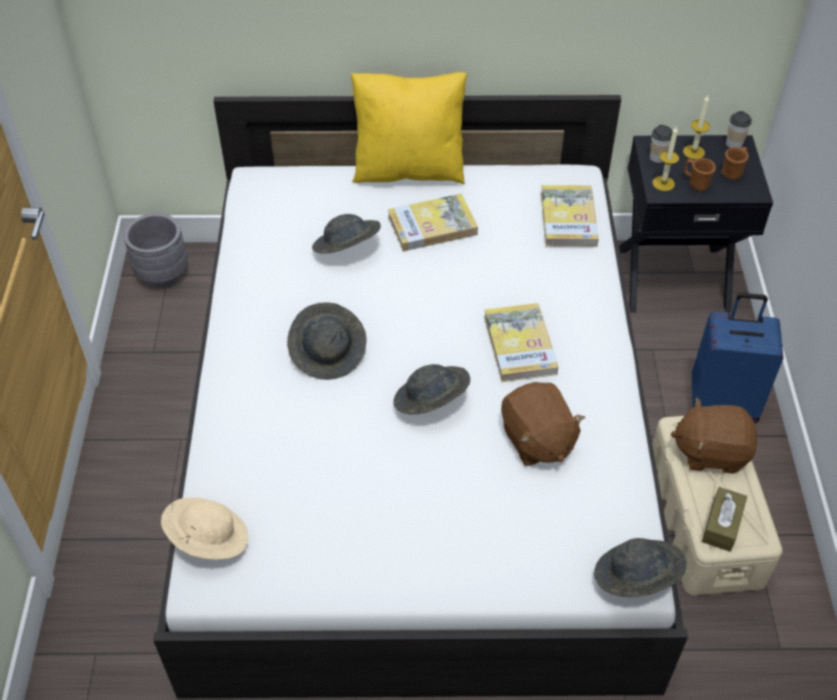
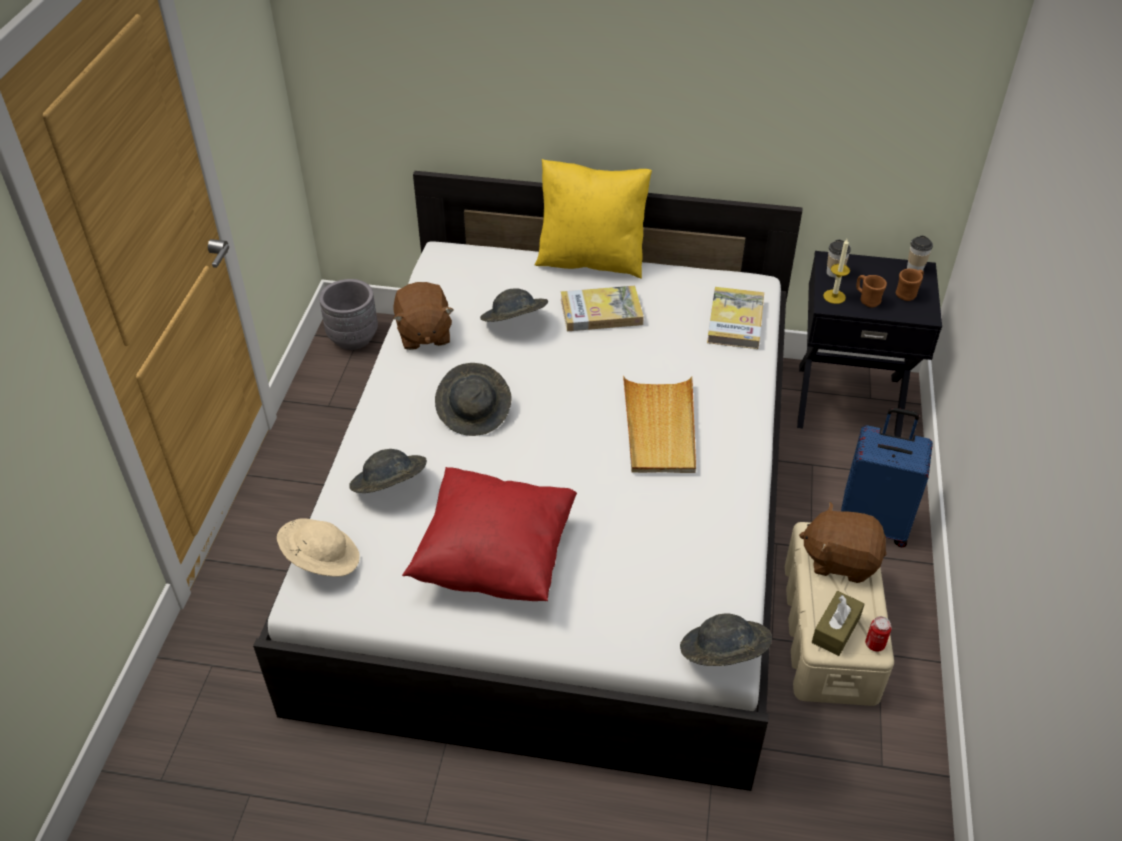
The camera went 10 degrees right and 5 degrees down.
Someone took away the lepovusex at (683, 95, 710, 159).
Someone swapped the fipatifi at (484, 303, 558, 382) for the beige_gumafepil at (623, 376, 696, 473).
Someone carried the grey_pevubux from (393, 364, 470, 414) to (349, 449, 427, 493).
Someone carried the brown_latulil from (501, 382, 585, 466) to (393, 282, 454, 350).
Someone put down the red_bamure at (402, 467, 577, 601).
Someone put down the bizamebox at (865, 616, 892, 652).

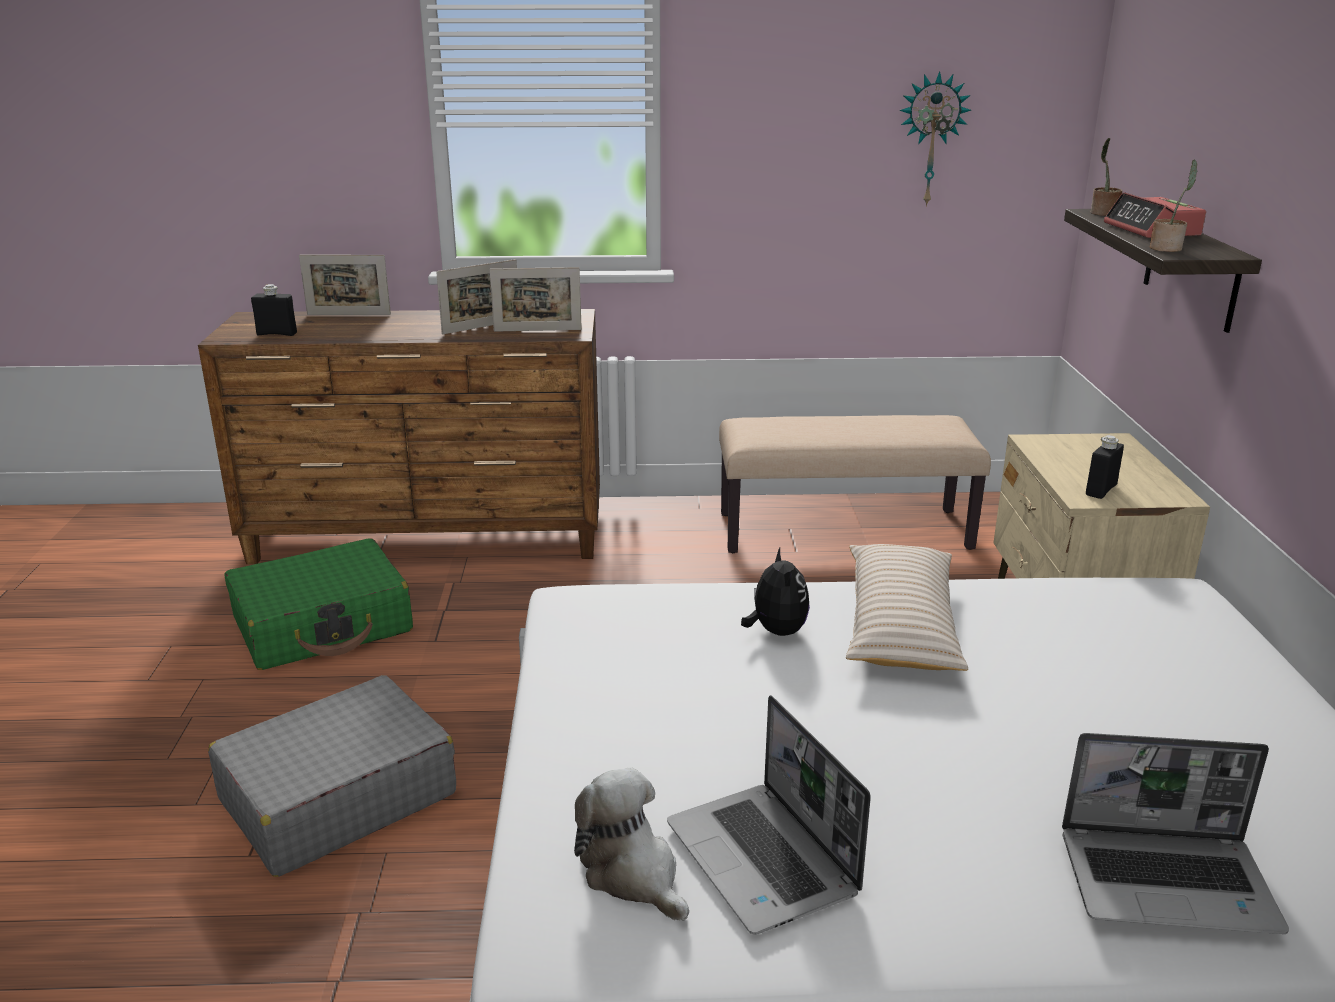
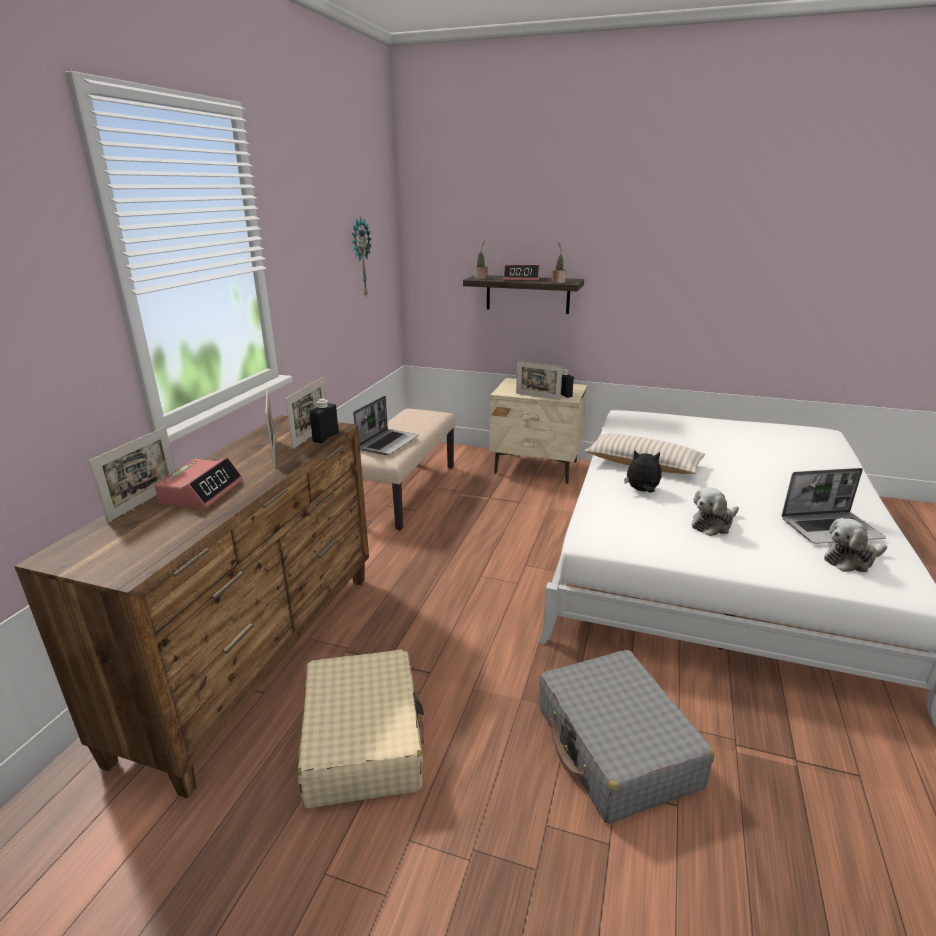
The camera went 70 degrees left and 0 degrees up.
Someone carried the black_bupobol from (251, 284, 297, 336) to (309, 399, 339, 443).
Someone repainted the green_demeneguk at (225, 538, 413, 670), which became the beige_demeneguk at (297, 649, 424, 808).
Someone carried the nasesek from (1062, 733, 1289, 934) to (353, 396, 418, 455).
Someone put down the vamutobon at (516, 361, 563, 400).
Someone put down the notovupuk at (154, 457, 243, 509).
Someone put down the latulil at (691, 488, 739, 536).

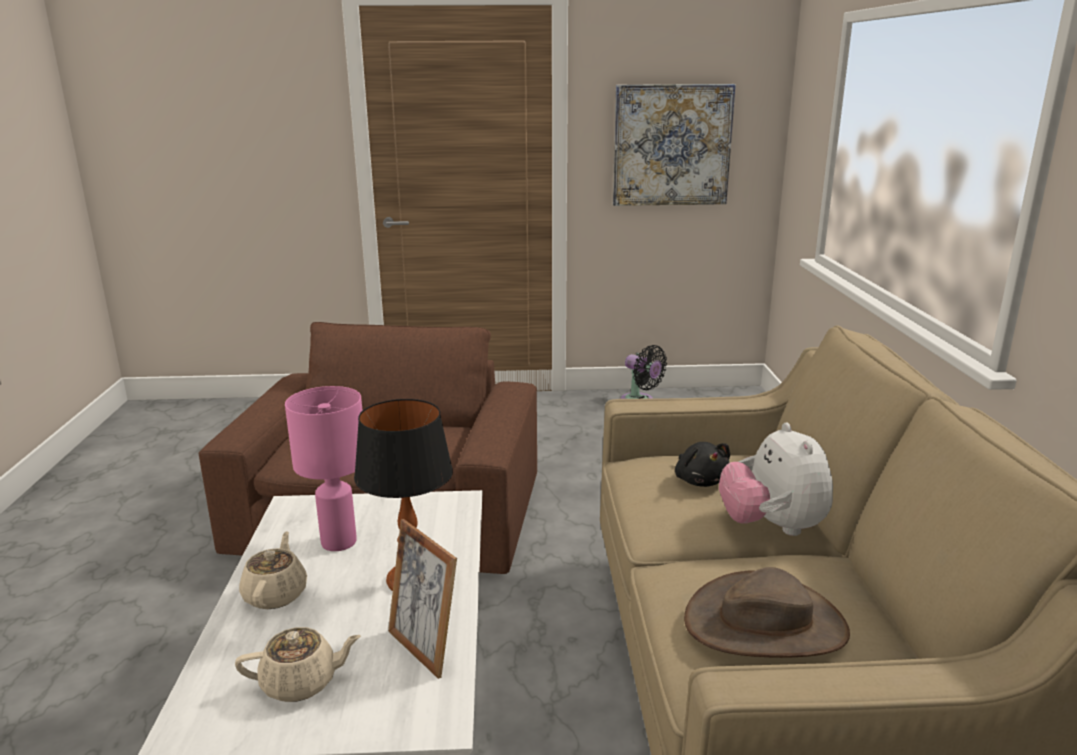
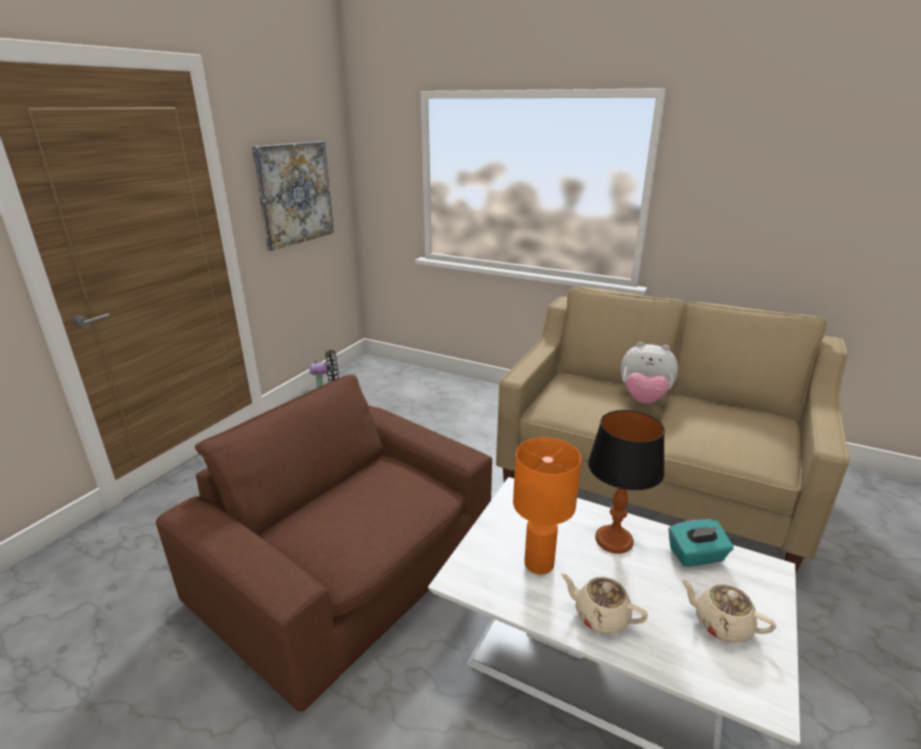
The camera went 60 degrees left and 5 degrees up.
Someone repainted the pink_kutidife at (285, 386, 363, 551), which became the orange_kutidife at (513, 437, 581, 575).
Someone took away the black_latulil at (675, 442, 730, 487).
Someone swapped the vamutobon at (388, 519, 457, 679) for the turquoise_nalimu at (669, 519, 734, 567).
Someone took away the brown_pevubux at (684, 567, 850, 658).
Someone rotated the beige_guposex at (235, 627, 361, 702) by 75 degrees counterclockwise.

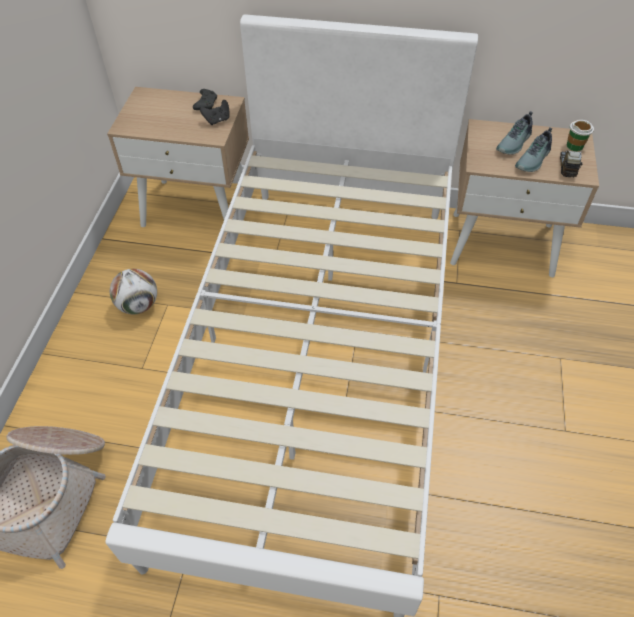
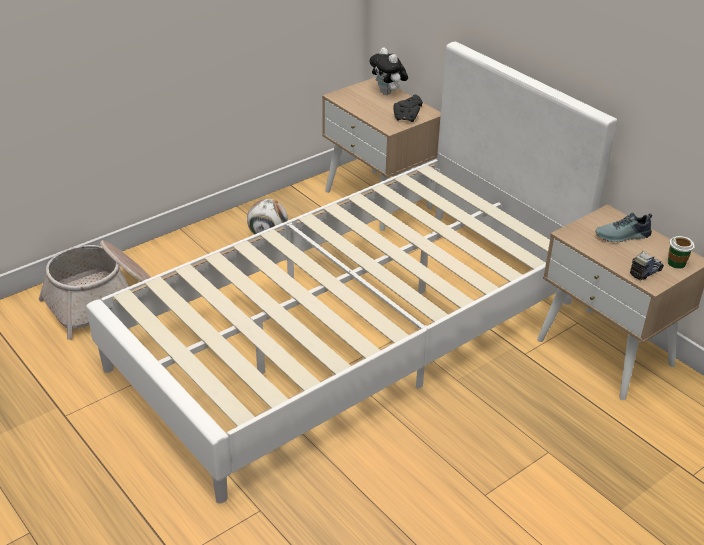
The camera went 40 degrees right and 15 degrees down.
Someone took away the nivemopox at (515, 127, 552, 172).
Someone put down the latulil at (369, 48, 408, 95).

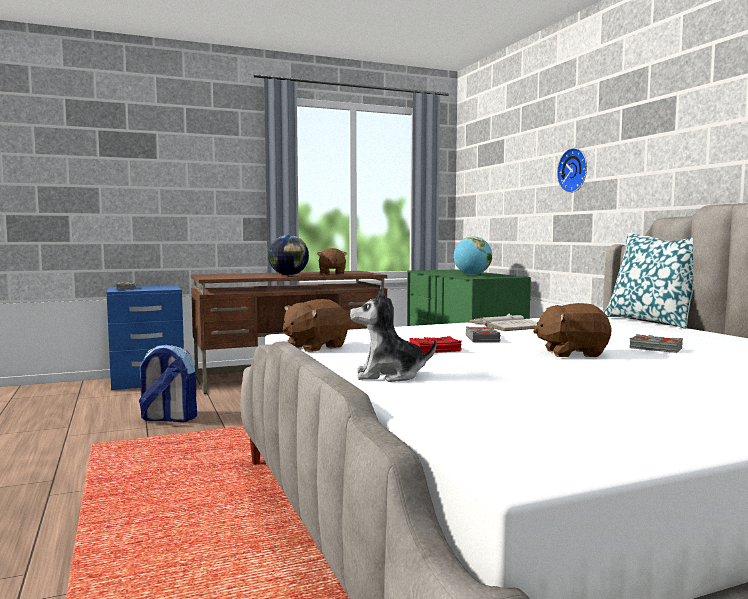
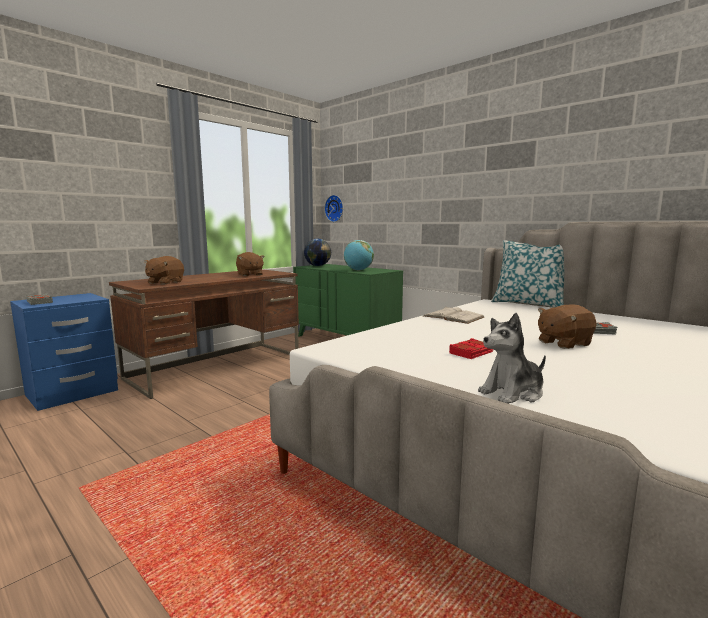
The camera went 25 degrees left and 5 degrees up.
Someone carried the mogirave from (557, 148, 587, 193) to (324, 195, 343, 222).
Someone carried the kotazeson from (268, 235, 309, 275) to (304, 238, 331, 266).
Someone carried the brown_latulil from (283, 299, 349, 352) to (144, 256, 184, 285).
Someone took away the grey_fipatifi at (466, 326, 501, 342).
Someone took away the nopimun at (139, 345, 197, 422).

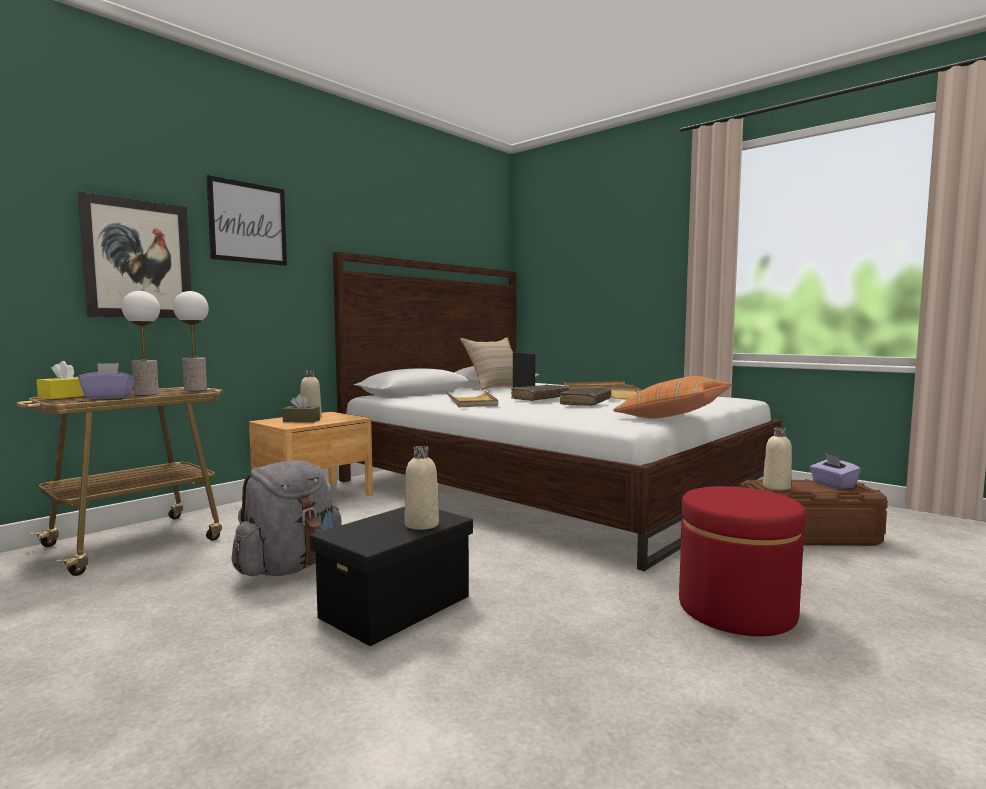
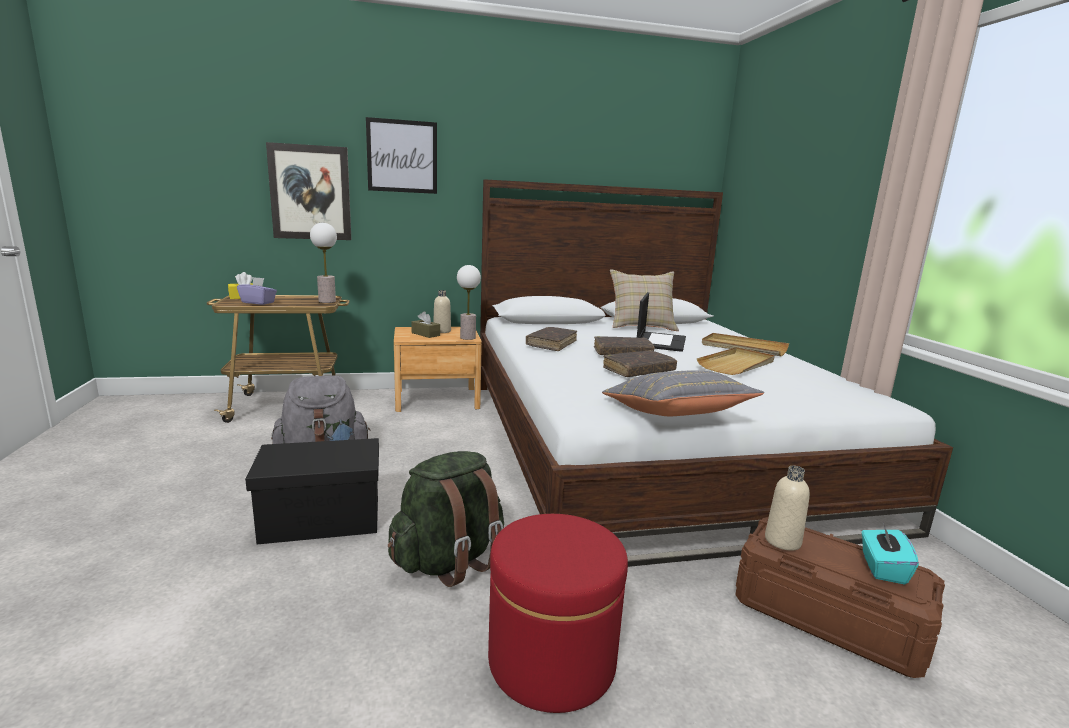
The camera went 35 degrees right and 10 degrees up.
Someone carried the kutidife from (122, 291, 160, 395) to (457, 265, 481, 340).
Someone repainted the orange_bamure at (613, 376, 731, 419), which became the grey_bamure at (602, 371, 764, 416).
Someone swapped the beige_gumafepil at (445, 390, 498, 407) for the brown_fipatifi at (526, 327, 577, 351).
Someone took away the beige_bupobol at (405, 446, 439, 530).
Someone repainted the purple_nalimu at (810, 453, 861, 489), which became the turquoise_nalimu at (861, 525, 919, 585).
Someone put down the green_nopimun at (388, 451, 504, 587).

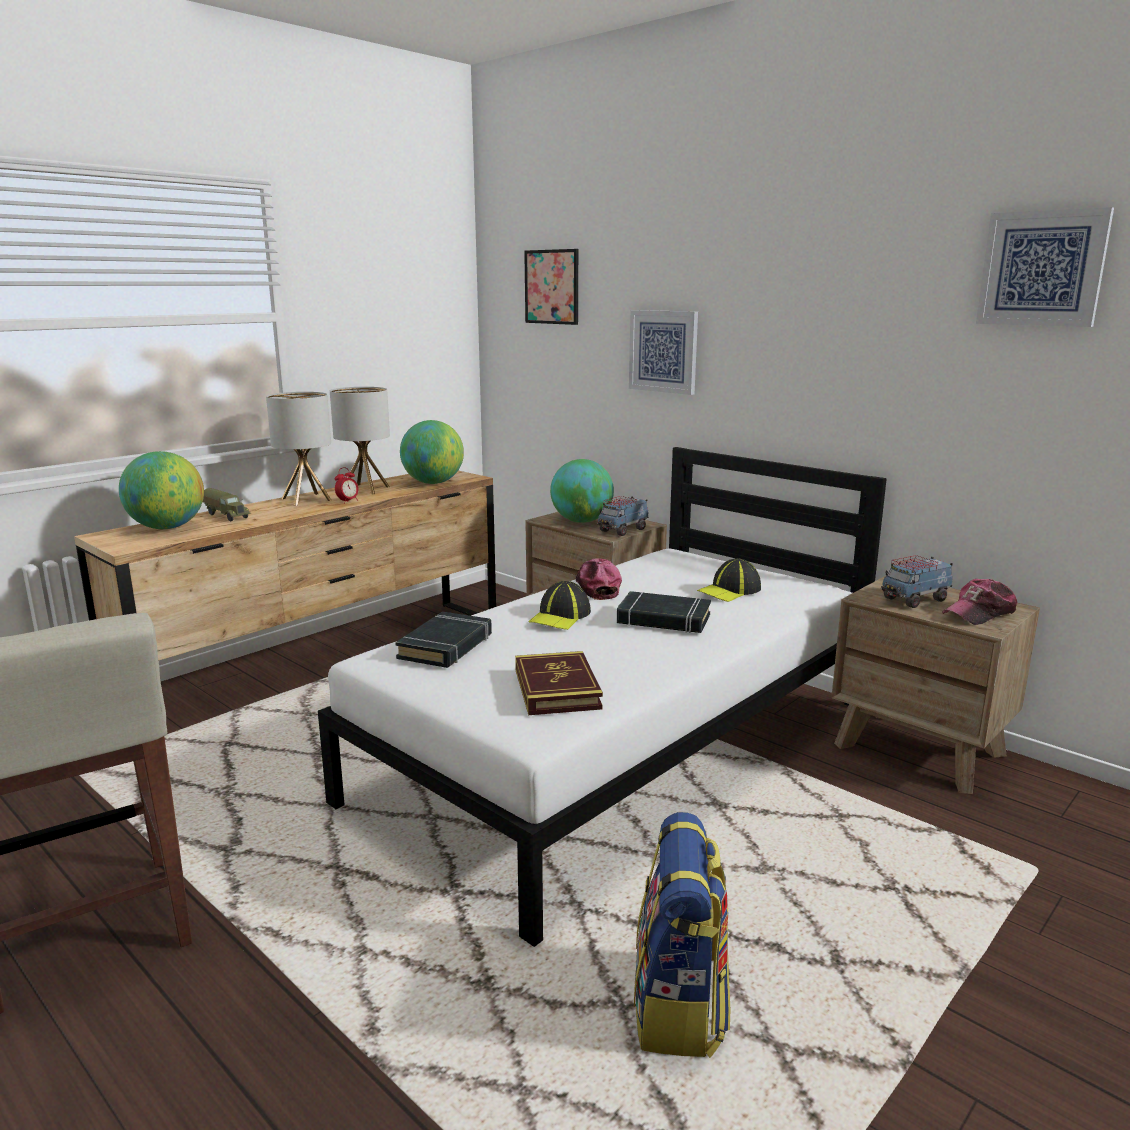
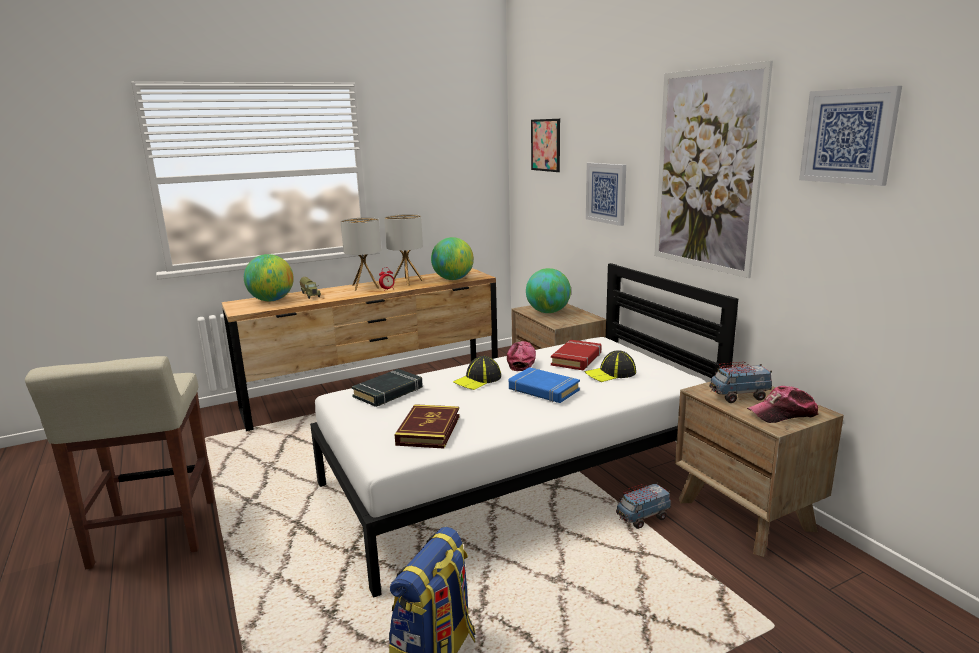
The camera went 20 degrees right and 0 degrees up.
Someone carried the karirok from (597, 496, 649, 536) to (616, 482, 671, 529).
Someone repainted the black_fipatifi at (617, 591, 711, 633), which became the blue_fipatifi at (509, 367, 580, 403).
Someone put up the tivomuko at (654, 61, 773, 278).
Someone put down the red_fipatifi at (551, 340, 602, 370).

